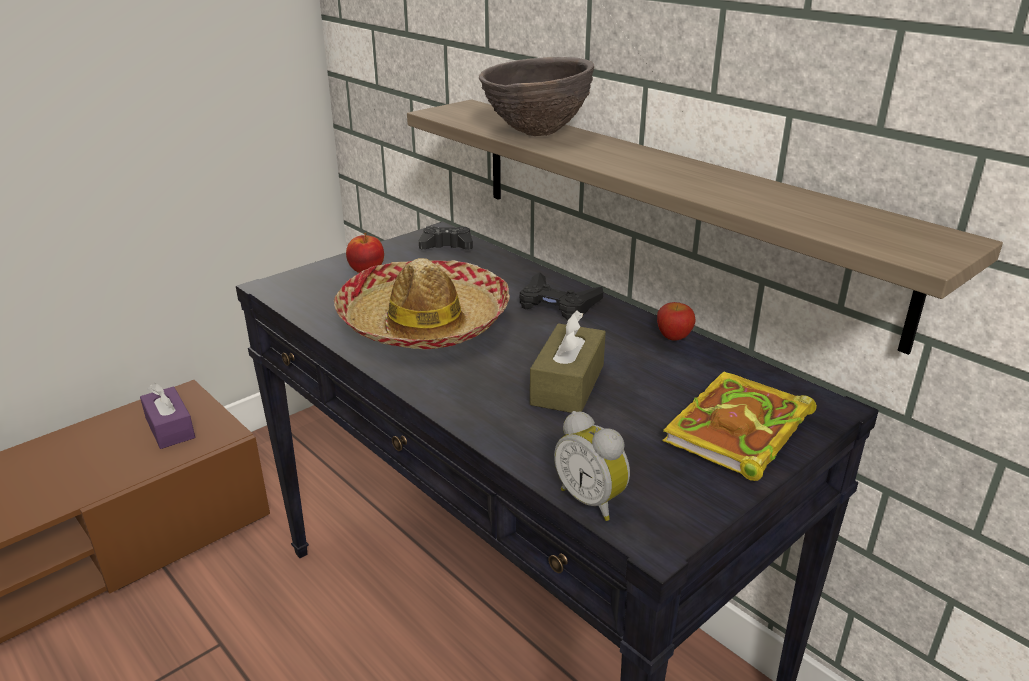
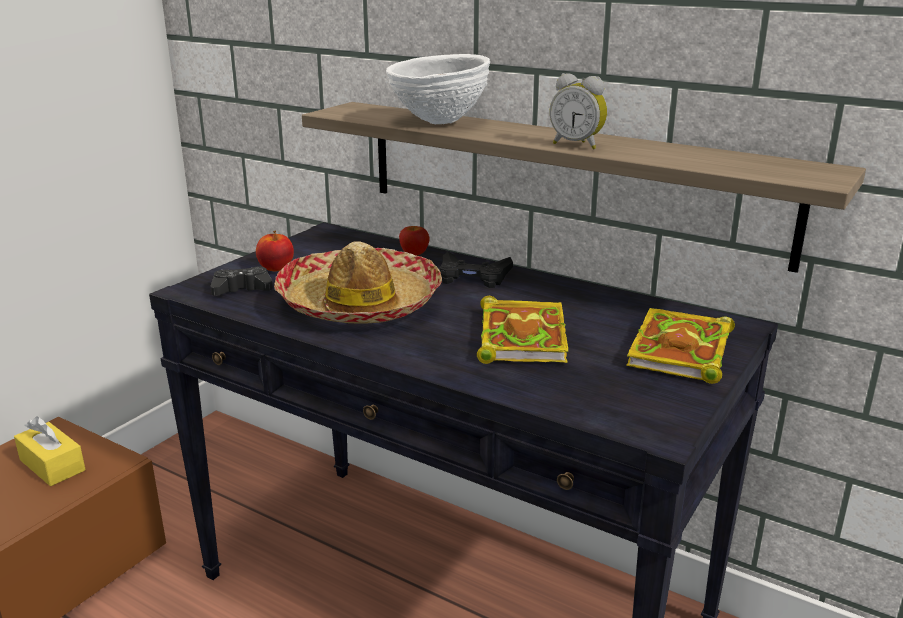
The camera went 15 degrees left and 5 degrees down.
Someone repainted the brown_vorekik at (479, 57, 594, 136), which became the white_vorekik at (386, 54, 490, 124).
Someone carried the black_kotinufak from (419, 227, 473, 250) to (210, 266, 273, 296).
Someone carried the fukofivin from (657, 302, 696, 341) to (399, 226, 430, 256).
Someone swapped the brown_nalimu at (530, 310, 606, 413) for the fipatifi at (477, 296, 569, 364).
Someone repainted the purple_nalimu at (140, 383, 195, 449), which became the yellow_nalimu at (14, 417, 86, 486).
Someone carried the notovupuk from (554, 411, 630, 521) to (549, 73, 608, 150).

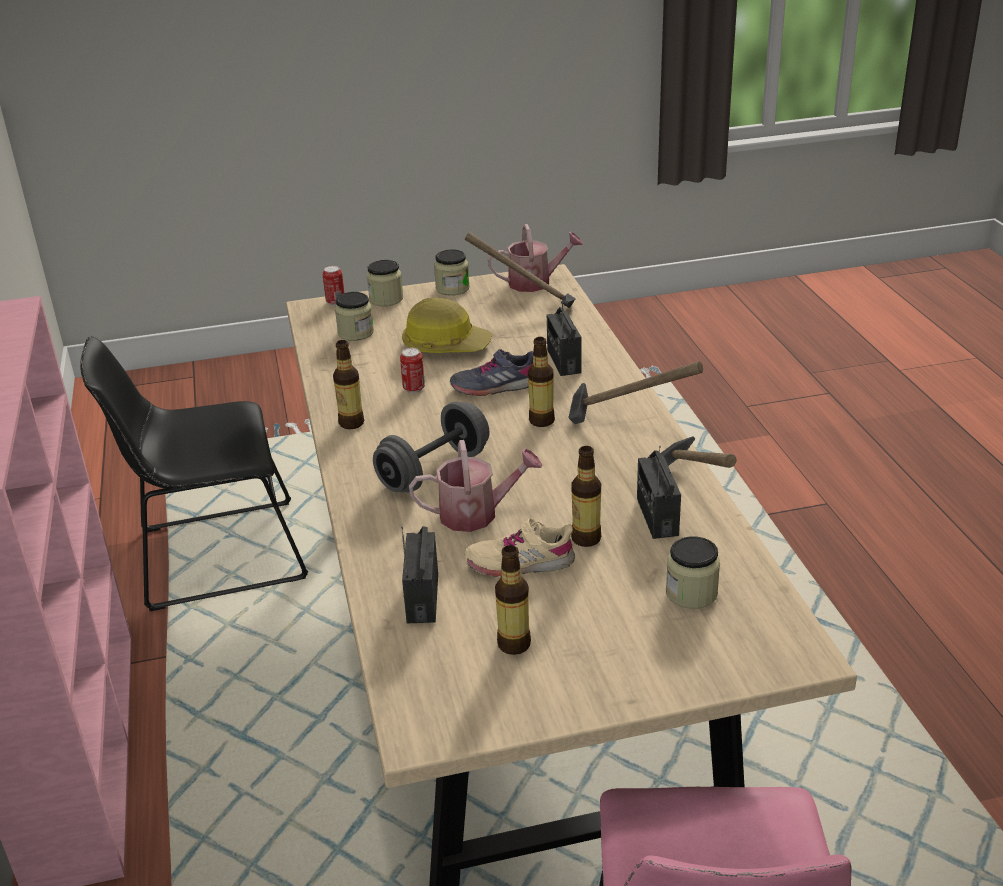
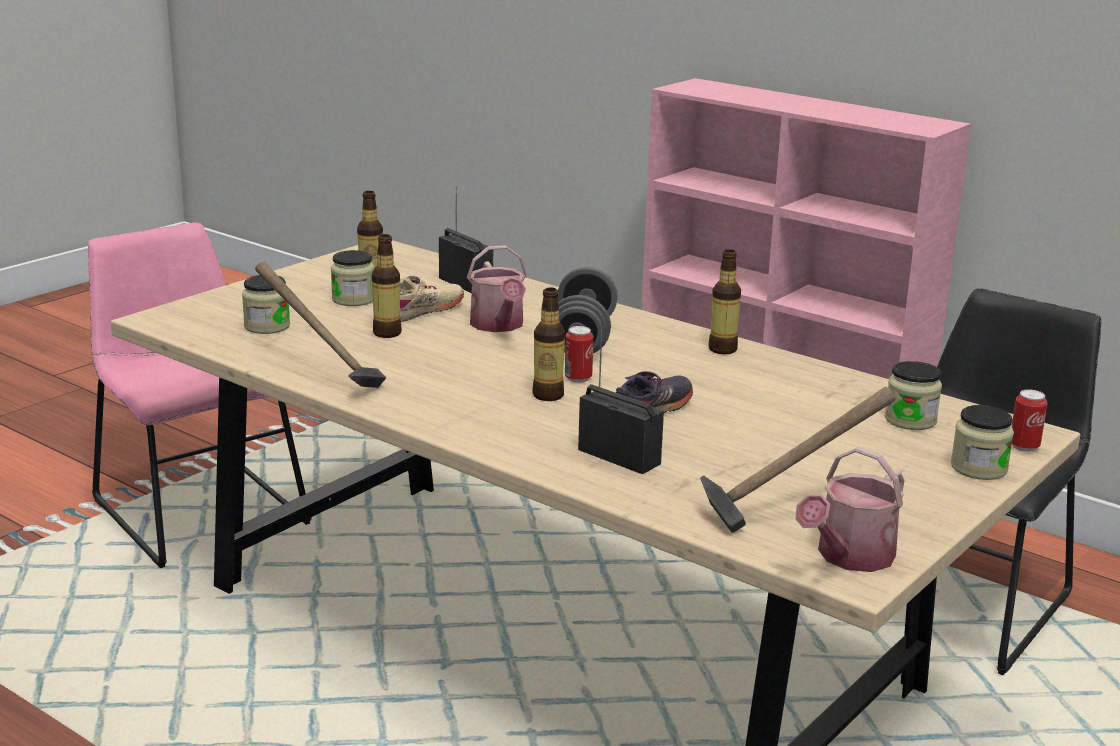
The camera went 140 degrees right and 10 degrees down.
Someone carried the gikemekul from (434, 249, 470, 295) to (331, 250, 375, 306).
Someone took away the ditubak at (402, 297, 493, 353).
Someone carried the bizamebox from (400, 348, 425, 393) to (565, 326, 594, 383).
Someone took away the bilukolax at (568, 361, 703, 424).
Someone rotated the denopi at (409, 440, 543, 532) by 60 degrees counterclockwise.
Someone took away the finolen at (637, 446, 681, 539).

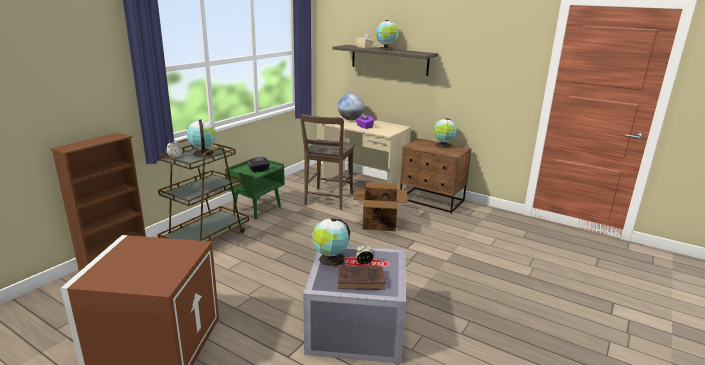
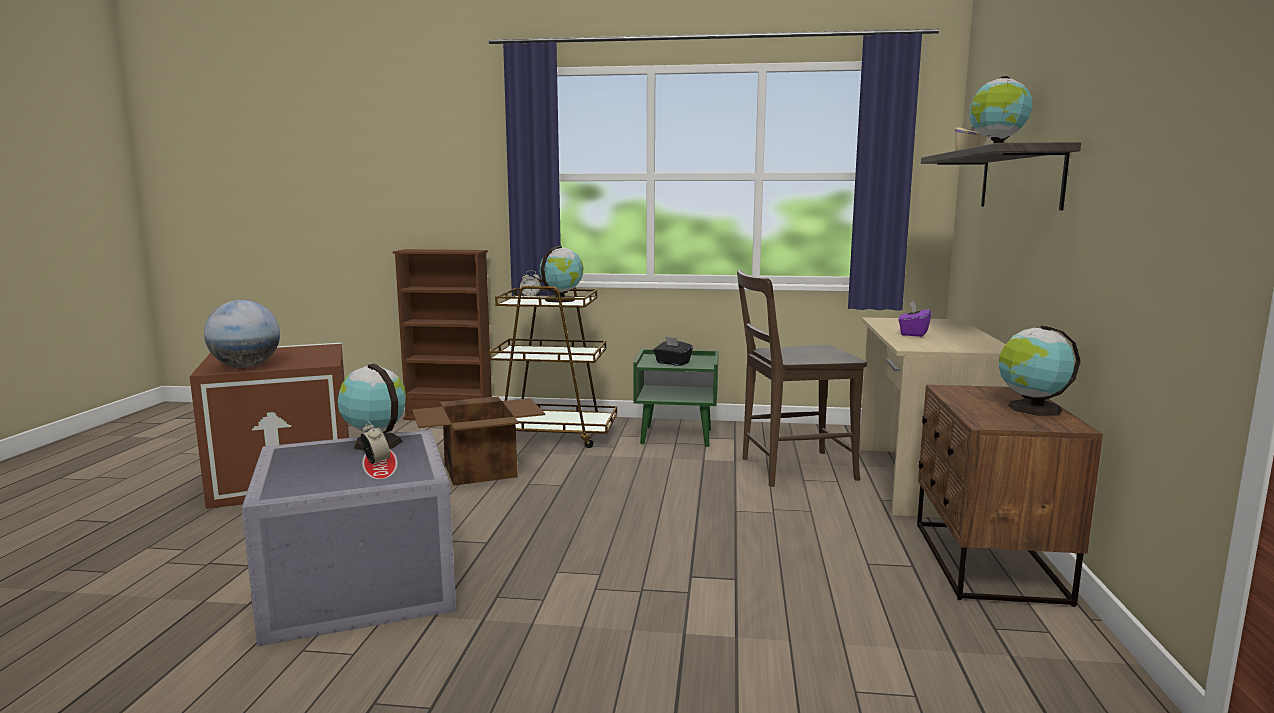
The camera went 65 degrees right and 10 degrees down.
Someone carried the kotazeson from (338, 94, 364, 120) to (204, 300, 280, 368).
Someone carried the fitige from (353, 182, 408, 231) to (412, 397, 545, 486).
Someone took away the brown_fipatifi at (338, 265, 385, 290).

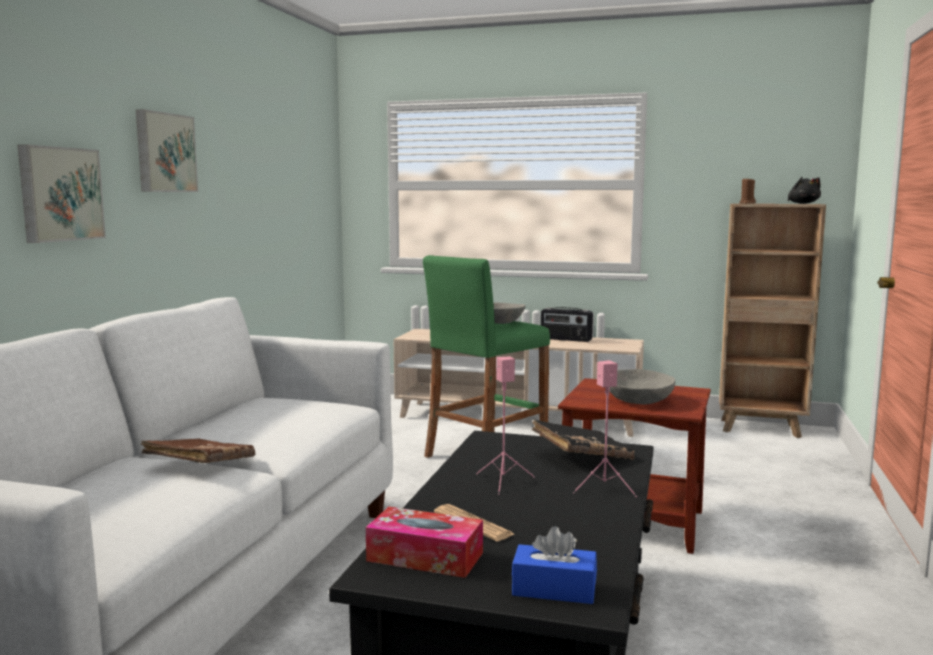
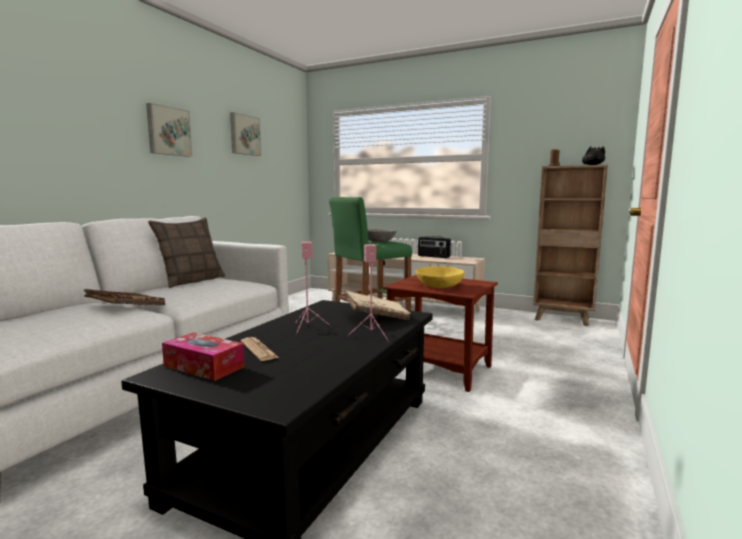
The camera went 10 degrees right and 0 degrees up.
Someone carried the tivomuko from (18, 144, 106, 243) to (230, 112, 261, 156).
Someone repainted the grey_vorekik at (609, 369, 675, 404), which became the yellow_vorekik at (415, 266, 464, 288).
Someone repainted the black_fipatifi at (532, 420, 635, 460), which became the beige_fipatifi at (344, 291, 411, 320).
Someone took away the blue_nalimu at (512, 526, 597, 604).
Someone put down the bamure at (148, 217, 225, 288).

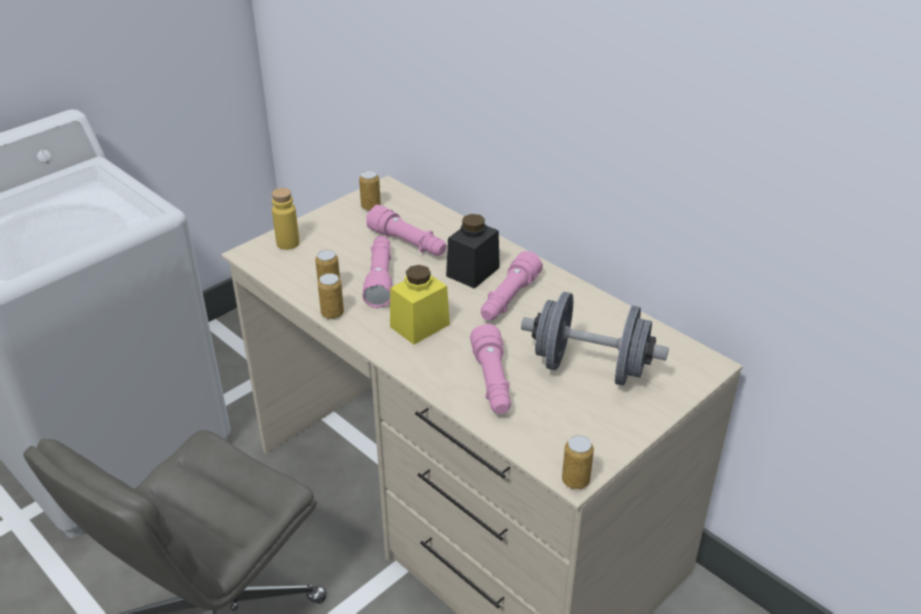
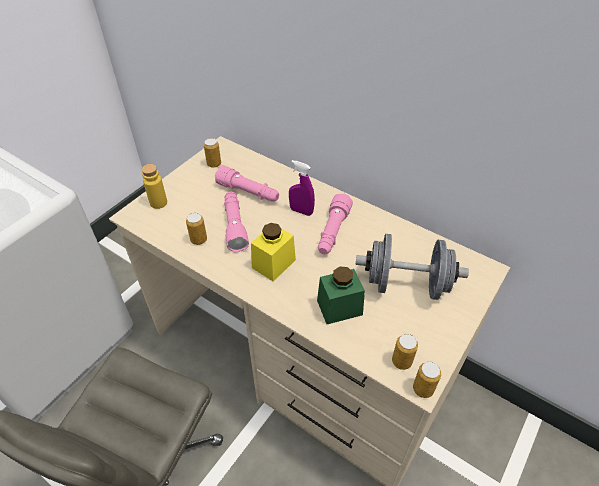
The camera went 10 degrees left and 10 degrees up.
Someone swapped the black_gikemekul at (446, 214, 500, 289) for the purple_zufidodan at (289, 160, 315, 216).
Someone carried the bizamebox from (318, 273, 344, 319) to (392, 334, 418, 370).
Someone swapped the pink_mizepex at (470, 324, 511, 414) for the green_gikemekul at (317, 266, 365, 324).

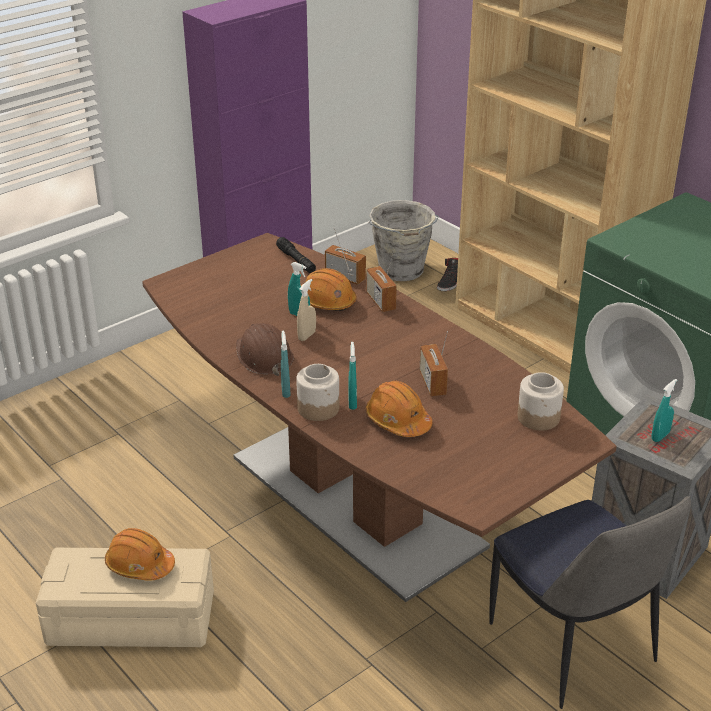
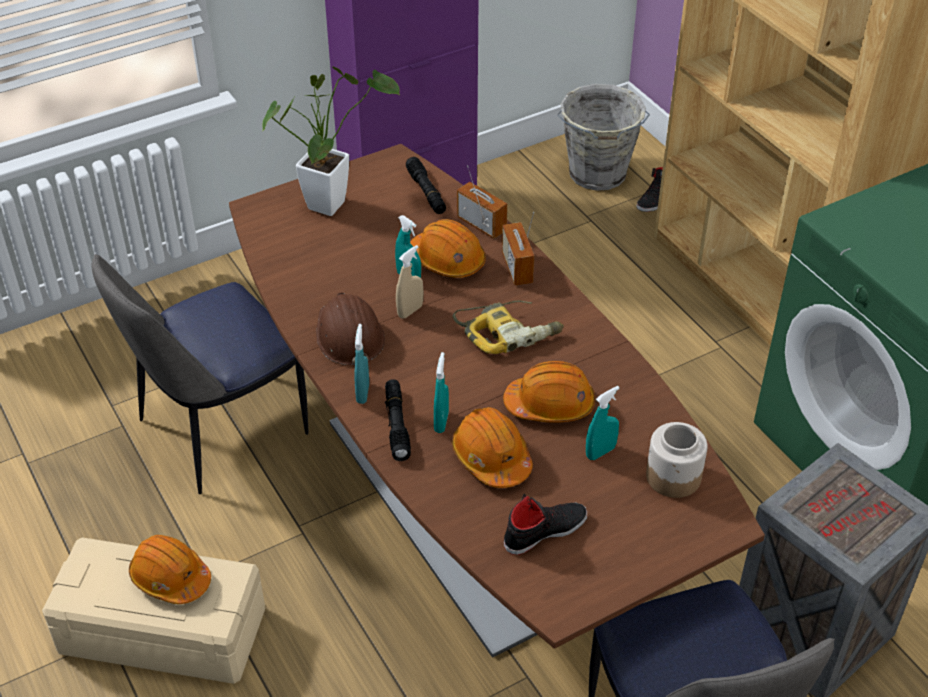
The camera went 10 degrees right and 10 degrees up.
Someone swapped the finolen at (420, 331, 448, 396) for the orange_ditubak at (503, 361, 595, 423).
Someone swapped the gikemekul at (296, 364, 339, 421) for the black_mizepex at (385, 379, 411, 461).
Someone carried the turquoise_zufidodan from (652, 379, 677, 442) to (586, 386, 620, 460).
Someone put down the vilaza at (262, 66, 400, 216).
Someone put down the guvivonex at (92, 254, 308, 494).
Someone put down the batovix at (452, 300, 564, 354).
Someone put down the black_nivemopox at (504, 494, 587, 555).

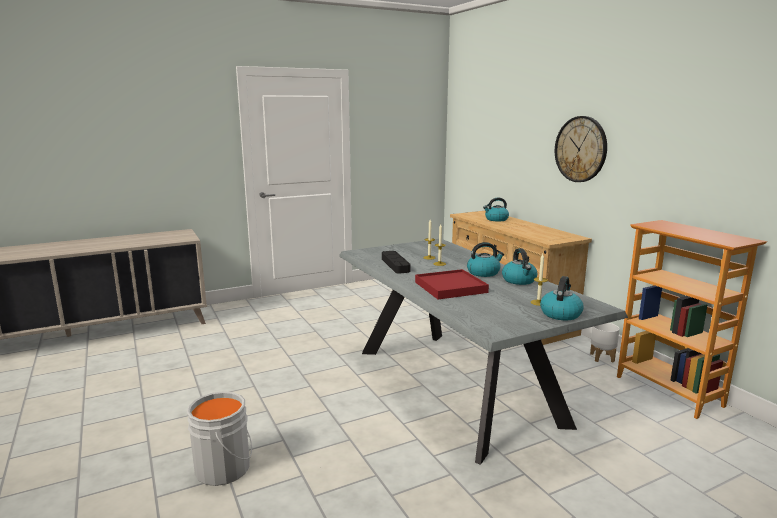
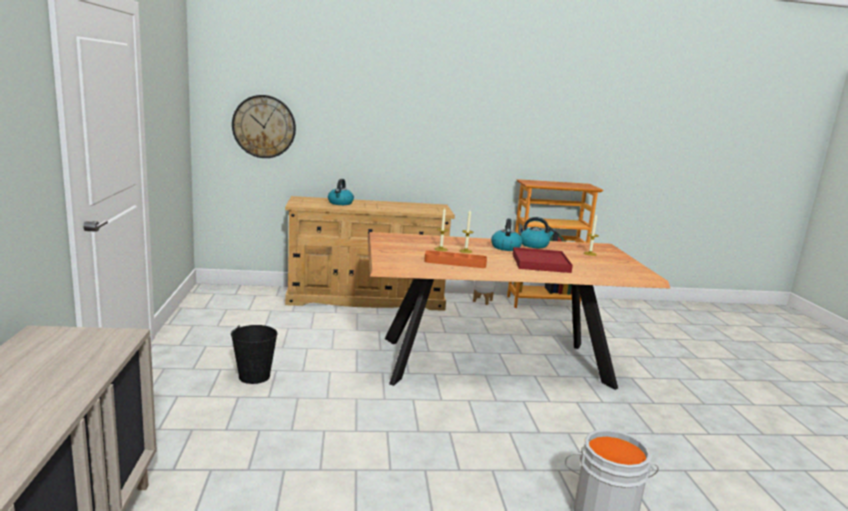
The camera went 70 degrees left and 0 degrees up.
Someone carried the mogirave from (555, 116, 607, 182) to (232, 95, 296, 158).
Someone repainted the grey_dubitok at (339, 239, 628, 465), which became the brown_dubitok at (368, 232, 670, 390).
Someone repainted the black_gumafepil at (382, 251, 411, 273), which became the orange_gumafepil at (424, 250, 487, 268).
Someone took away the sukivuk at (540, 276, 584, 320).
Someone put down the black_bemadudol at (231, 325, 277, 384).

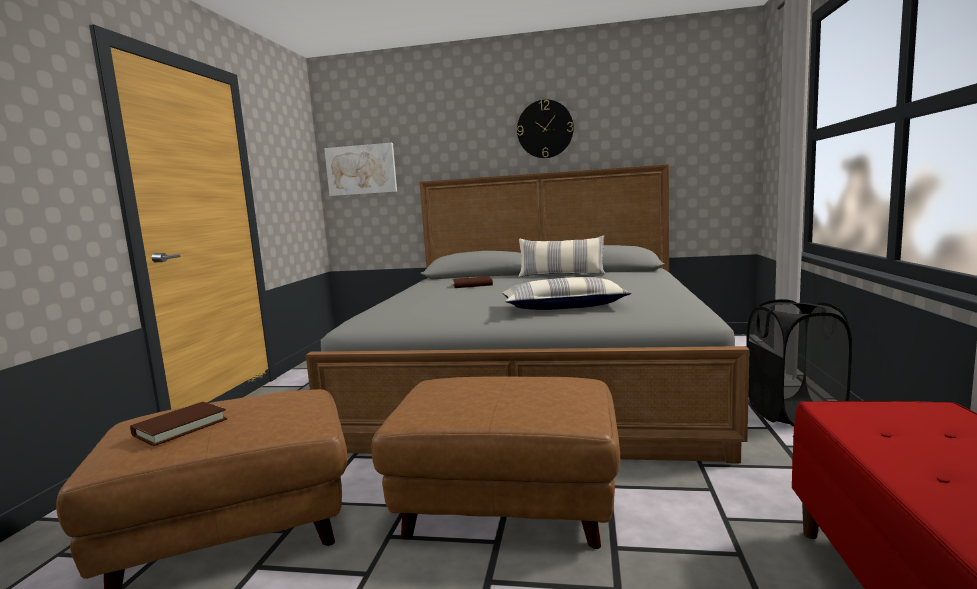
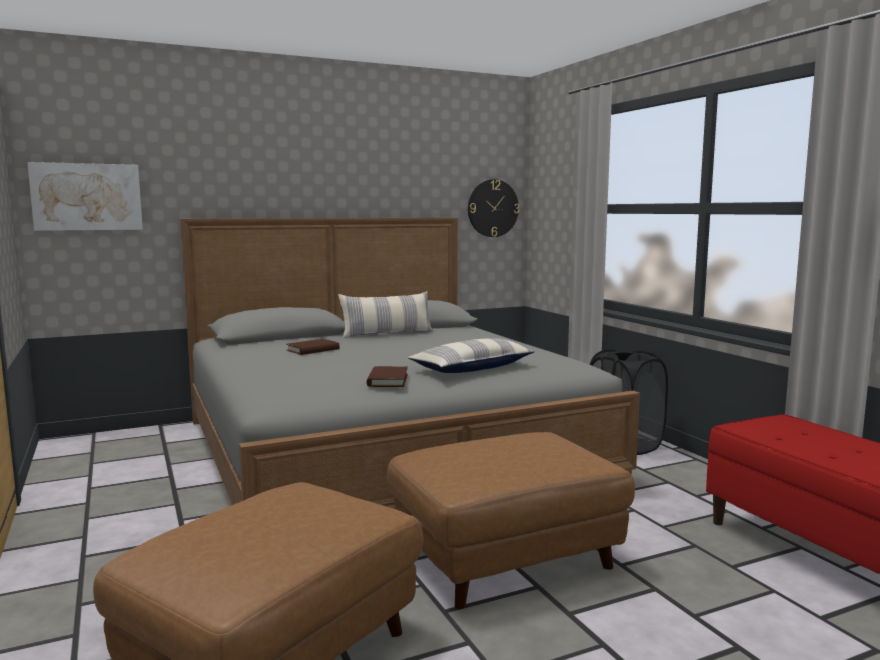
The camera went 35 degrees left and 0 degrees up.
Someone carried the mogirave from (517, 100, 574, 158) to (468, 179, 519, 237).
Someone carried the brown_fipatifi from (130, 402, 227, 446) to (367, 366, 408, 387).

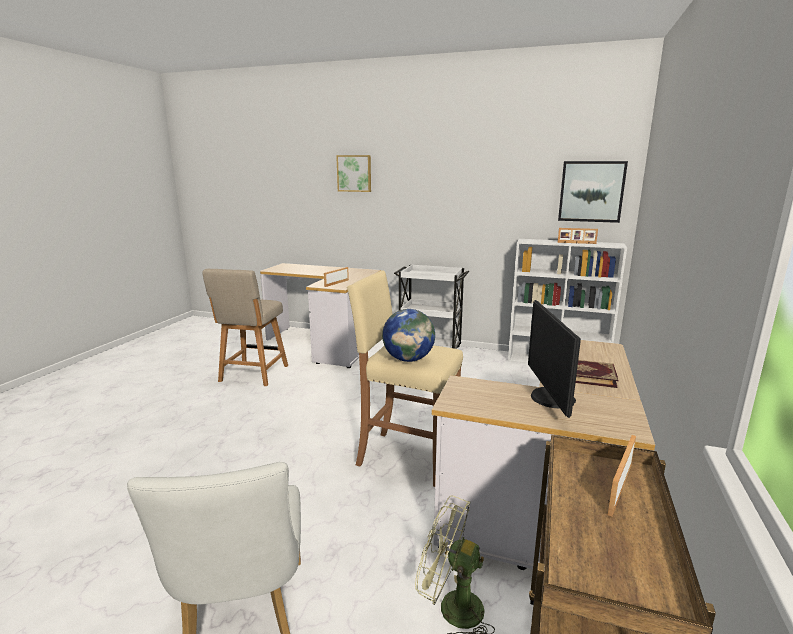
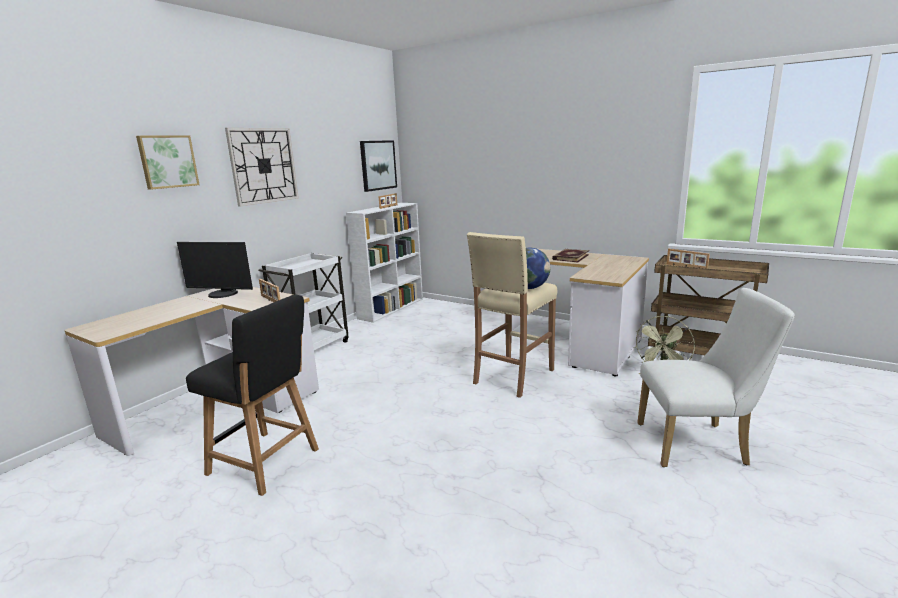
The camera went 75 degrees left and 0 degrees up.
Someone repainted the beige_guvivonex at (202, 269, 288, 386), which became the black_guvivonex at (186, 295, 319, 496).
Someone carried the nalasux from (528, 300, 581, 418) to (177, 242, 253, 298).
Someone put up the mogirave at (225, 128, 299, 206).

